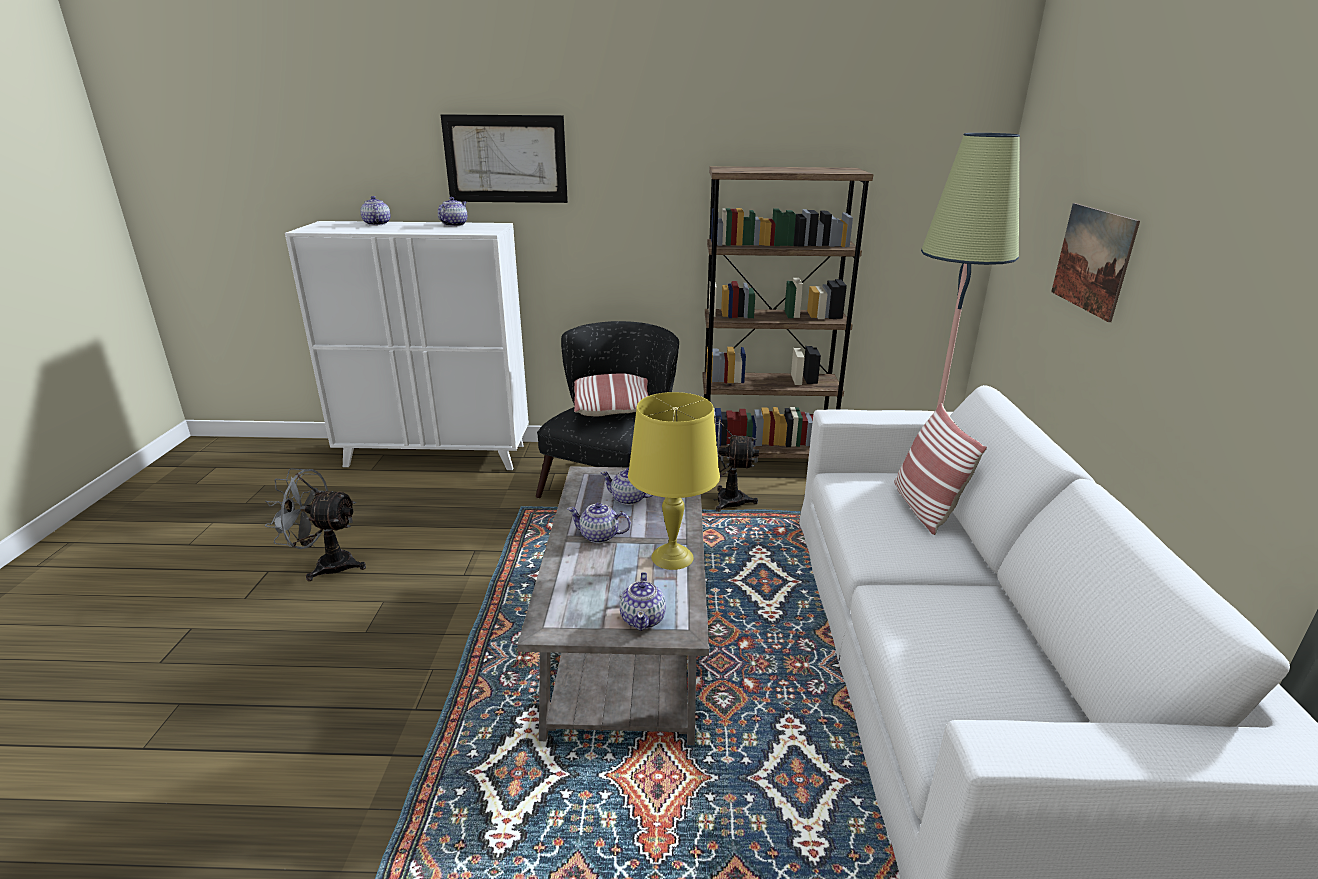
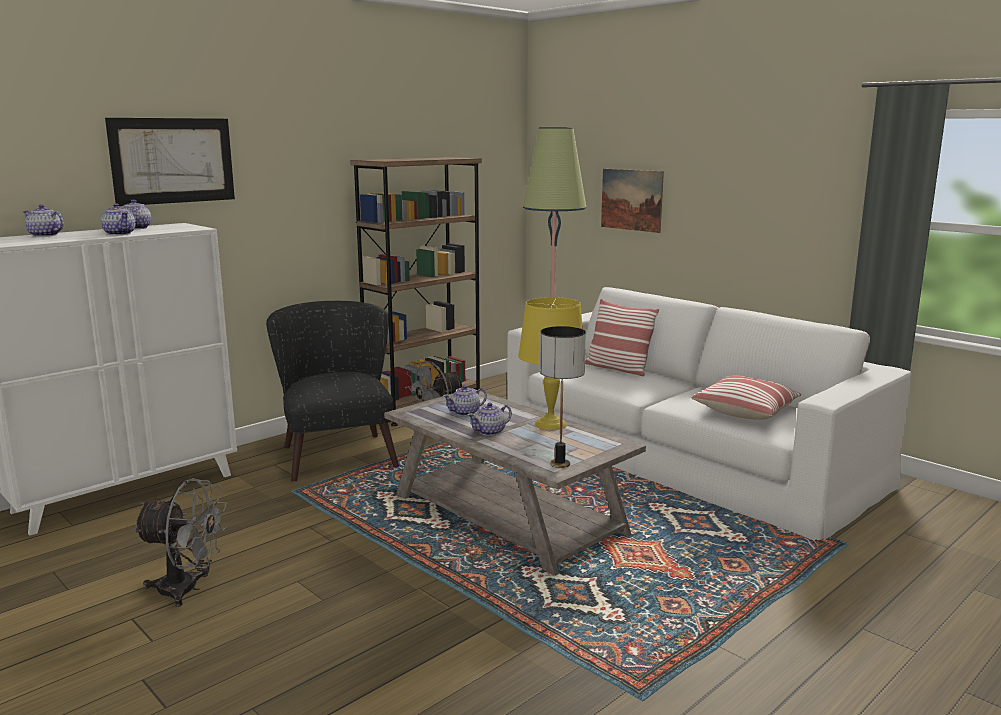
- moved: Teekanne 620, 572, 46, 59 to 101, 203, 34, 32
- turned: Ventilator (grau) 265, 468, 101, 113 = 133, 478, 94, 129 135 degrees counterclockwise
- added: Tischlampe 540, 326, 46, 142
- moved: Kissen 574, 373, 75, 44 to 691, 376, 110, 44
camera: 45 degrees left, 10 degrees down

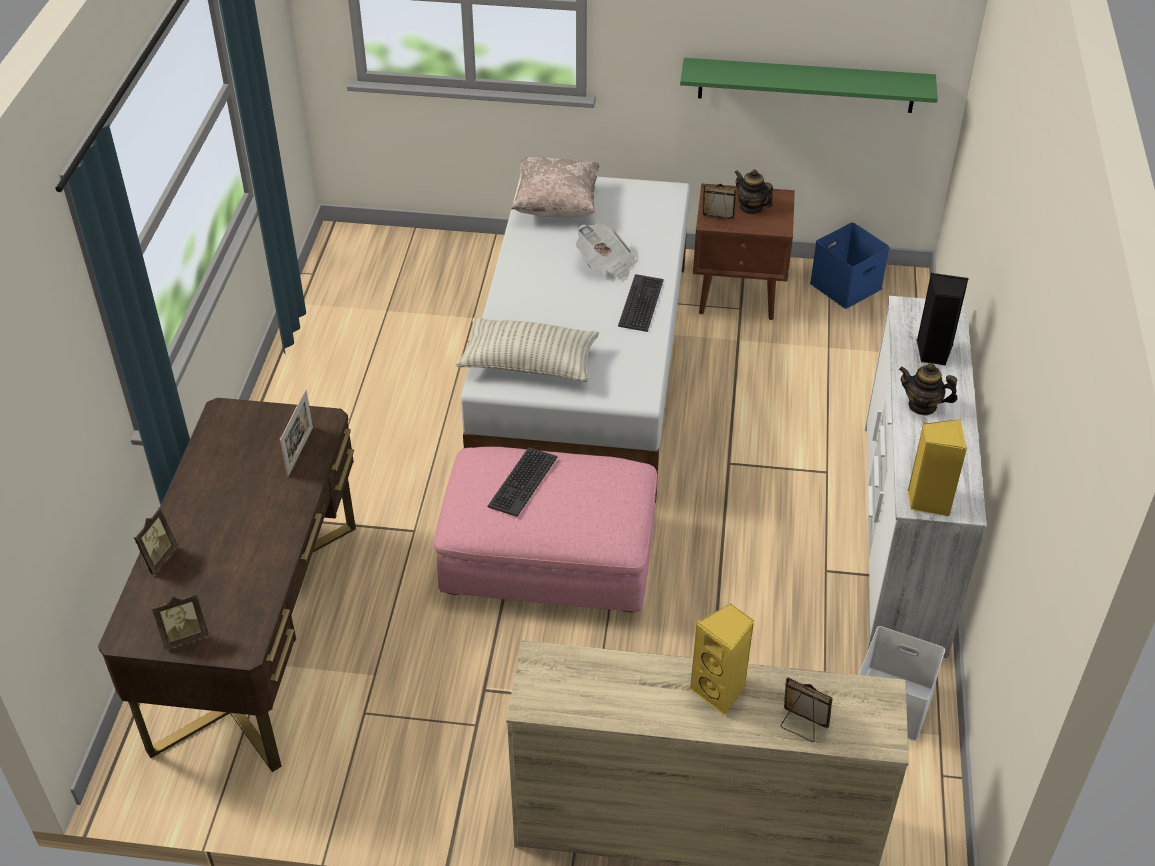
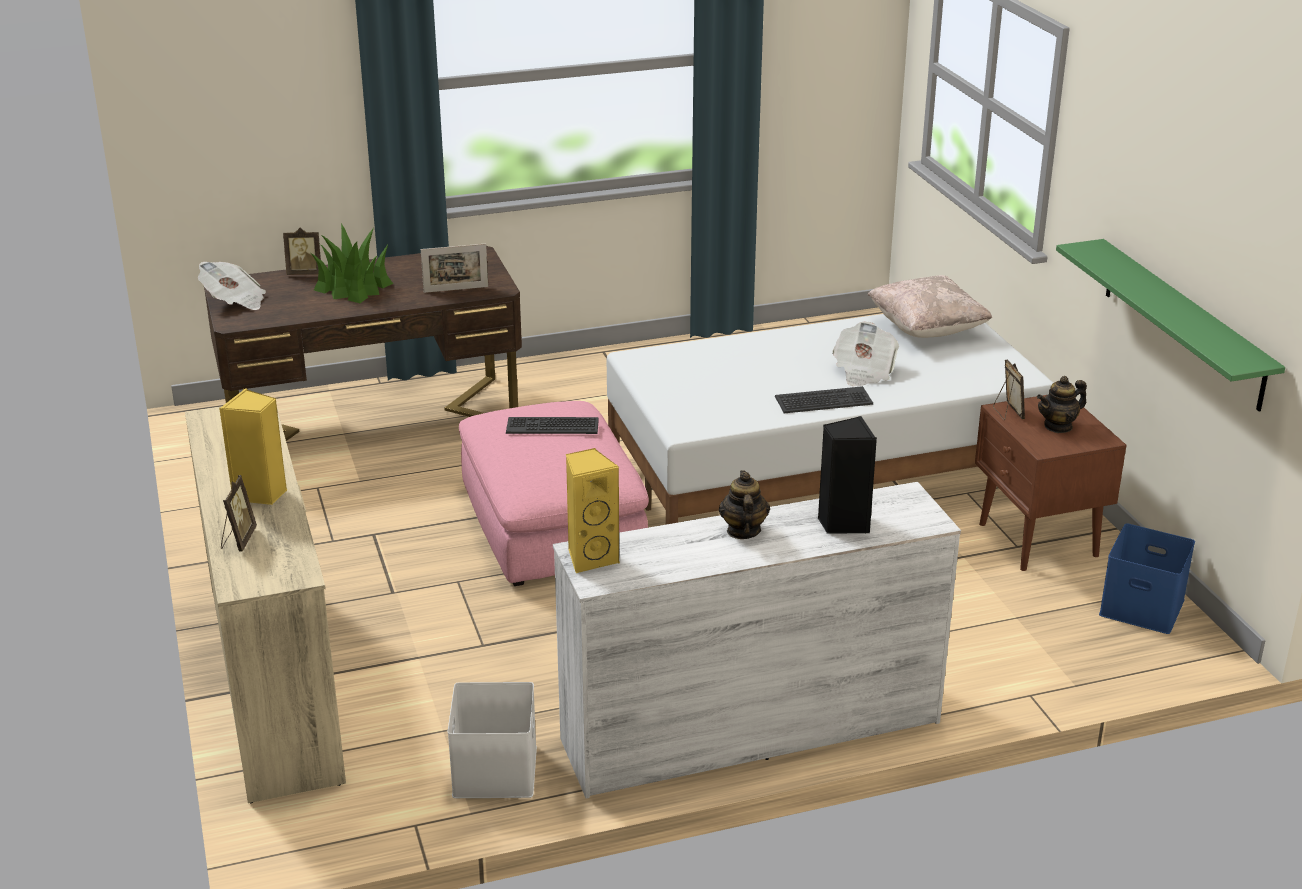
- replaced: Bilderrahmen 152, 593, 57, 56 to Zeitung 198, 262, 68, 48
- added: Topfpflanze 311, 223, 82, 80
- turned: Teekanne 735, 169, 38, 45 = 1037, 376, 50, 57 135 degrees counterclockwise
- removed: Kissen 456, 317, 143, 65
camera: 65 degrees right, 15 degrees down

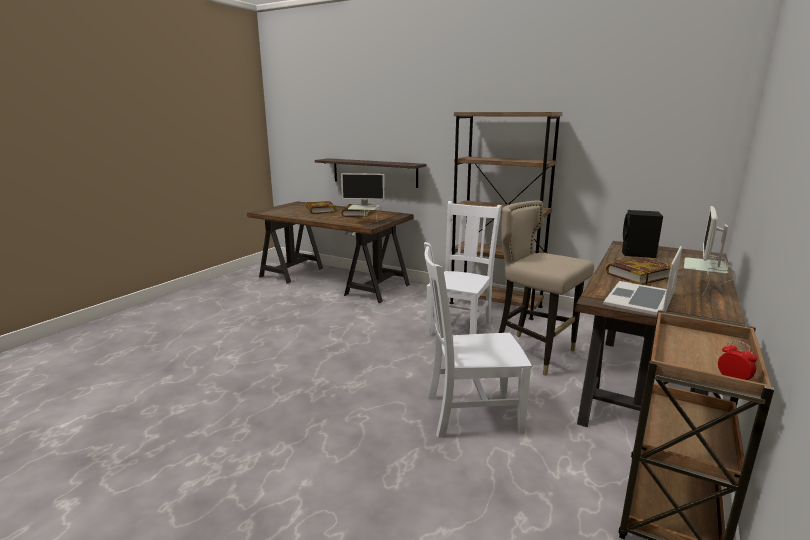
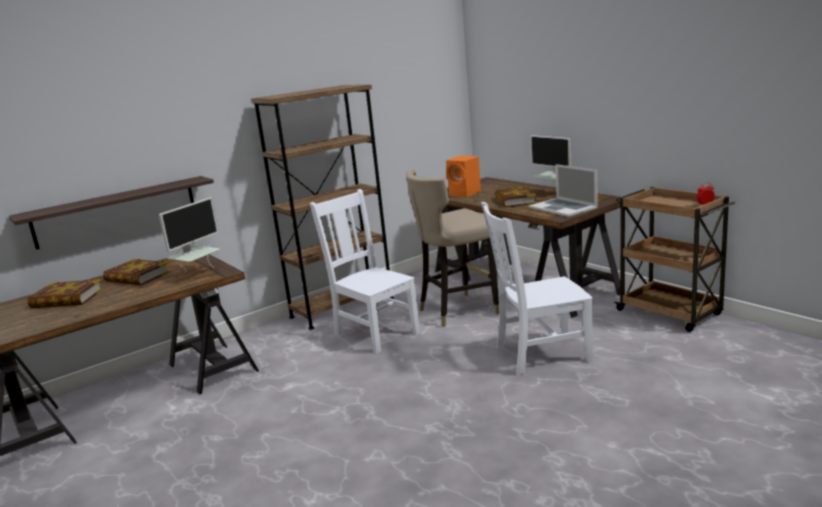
- recoloured: Lautsprecher (schwarz) 622, 210, 41, 48 to Lautsprecher (orange) 446, 156, 35, 41
- turned: Stuhl (weiß) 424, 242, 108, 196 = 481, 202, 112, 174 60 degrees clockwise
camera: 65 degrees left, 0 degrees up

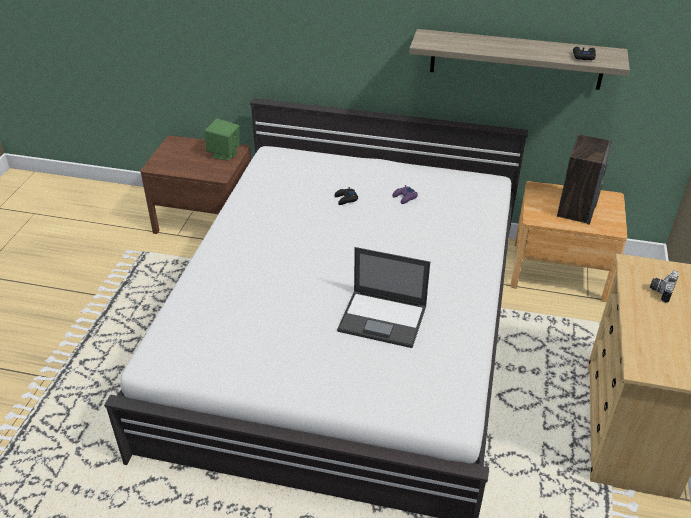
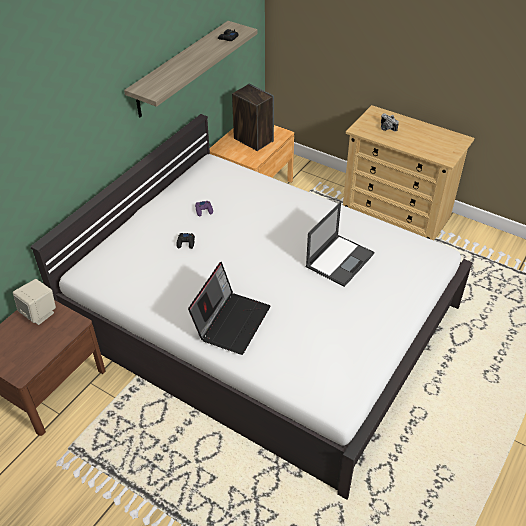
- recoloured: Lautsprecher (grün) 205, 118, 35, 43 to Lautsprecher (beige) 13, 279, 43, 46
- added: Laptop 188, 262, 83, 93
camera: 70 degrees left, 5 degrees up

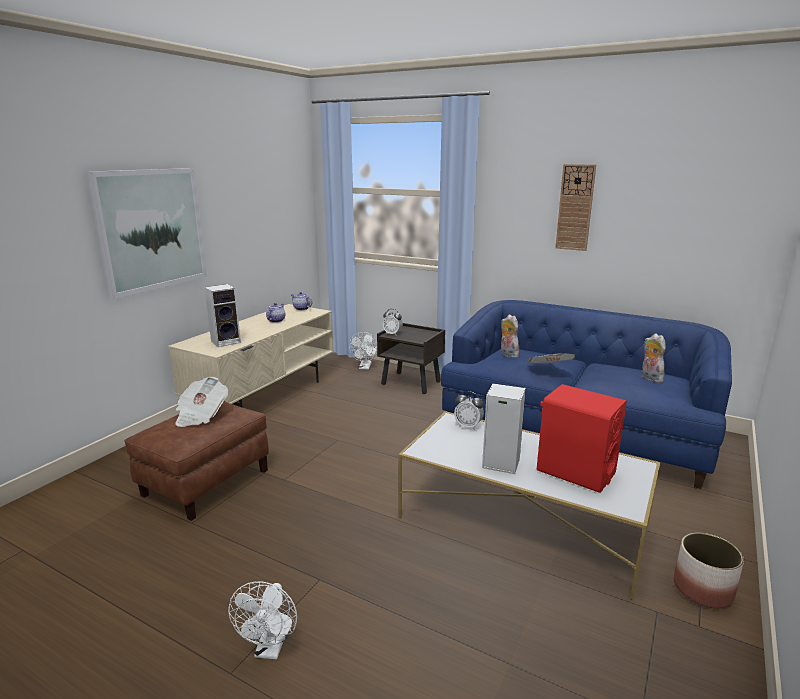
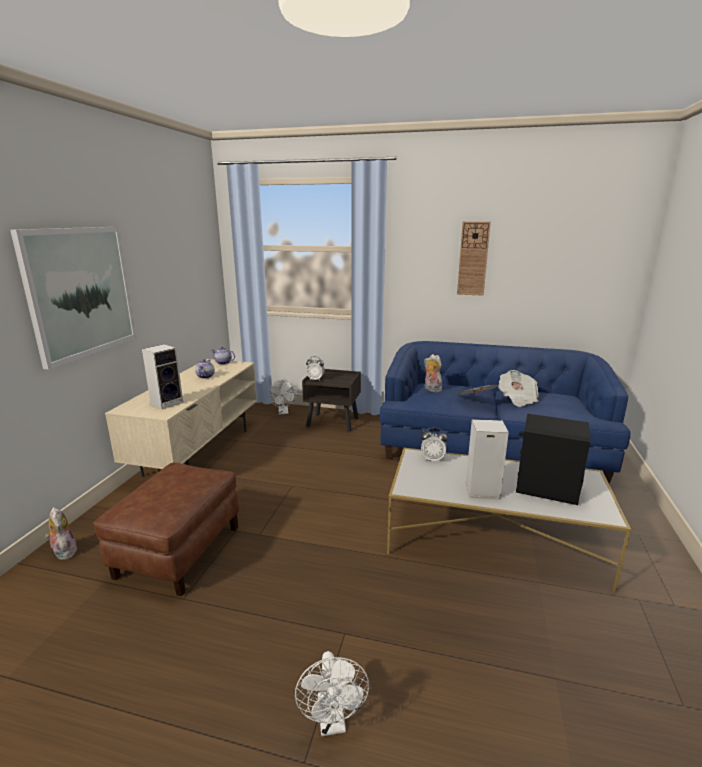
- moved: Plüschtier 642, 333, 24, 50 to 45, 507, 33, 53
- moved: Zeitung 175, 377, 53, 50 to 498, 370, 41, 37
- recoloured: Lautsprecher (rot) 537, 384, 90, 109 to Lautsprecher (schwarz) 516, 413, 75, 92
- removed: Pflanzkübel 674, 533, 70, 75
camera: 15 degrees left, 0 degrees up

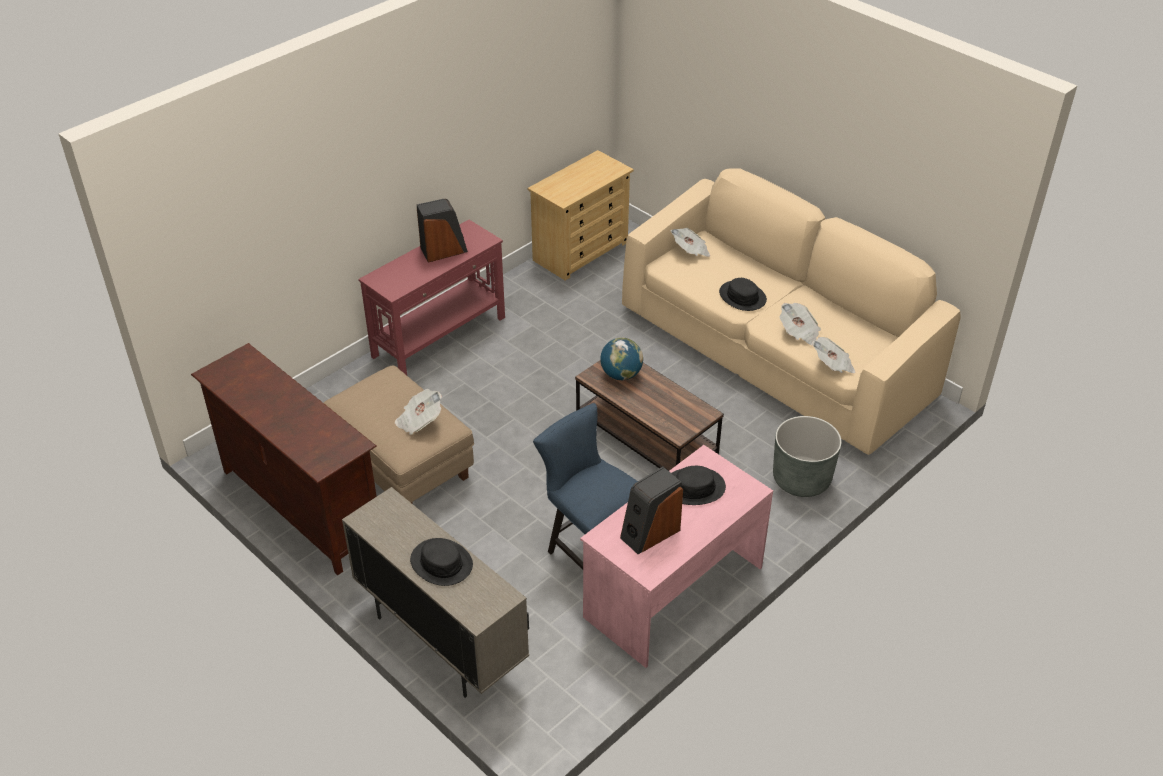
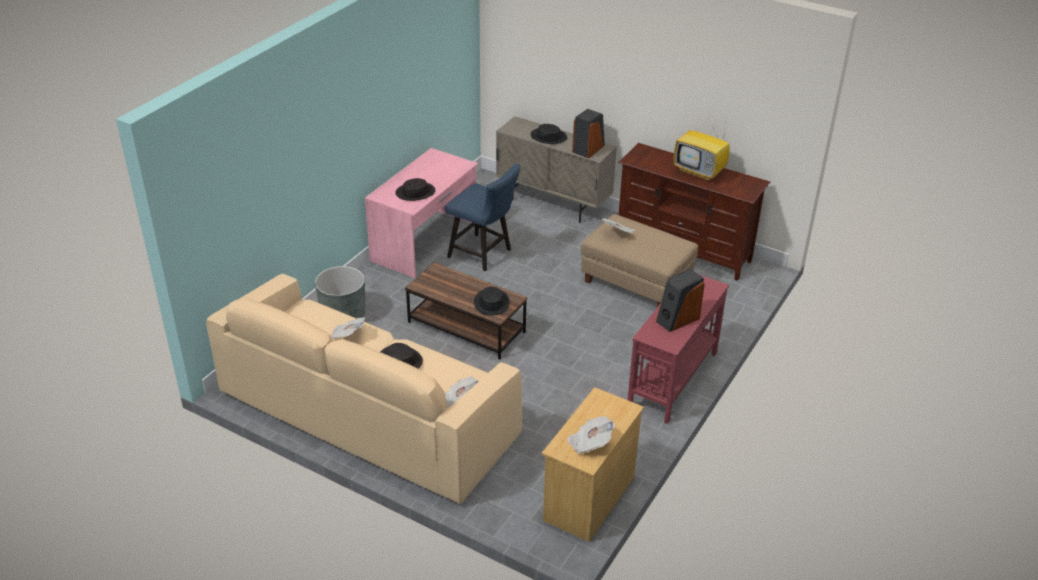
- replaced: Globus 600, 338, 43, 42 to Hut (schwarz) 474, 287, 36, 29
- moved: Zeitung 812, 337, 44, 36 to 567, 416, 48, 38
- moved: Lautsprecher 620, 467, 63, 87 to 572, 109, 33, 49
- added: Fernseher 674, 117, 56, 65
camera: 165 degrees right, 5 degrees down

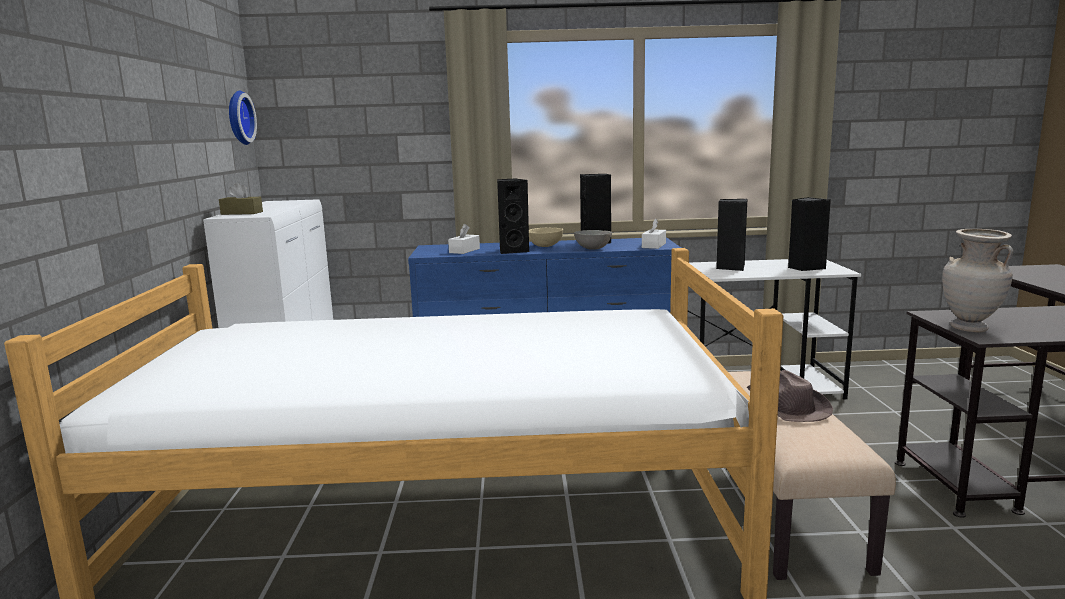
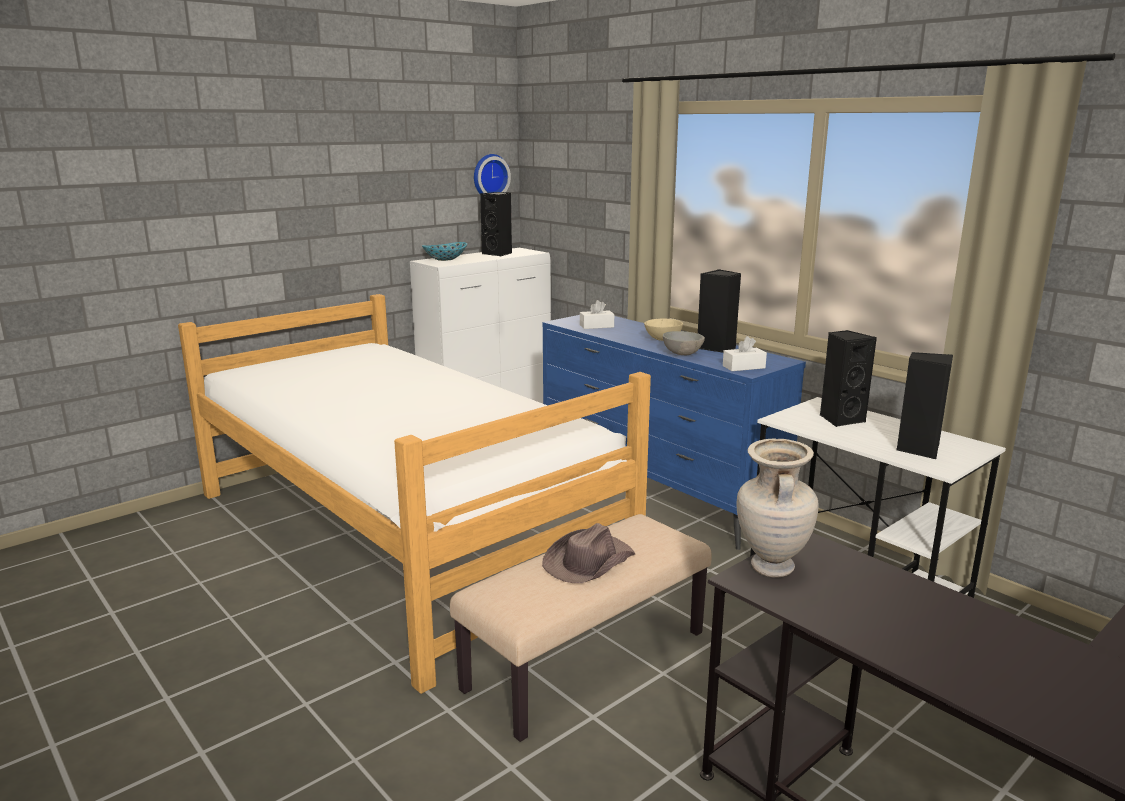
- replaced: Taschentuchbox (braun) 219, 183, 44, 32 to Schüssel 422, 242, 45, 19
- moved: Lautsprecher (schwarz) 497, 178, 32, 76 to 480, 192, 32, 64
camera: 50 degrees right, 5 degrees up

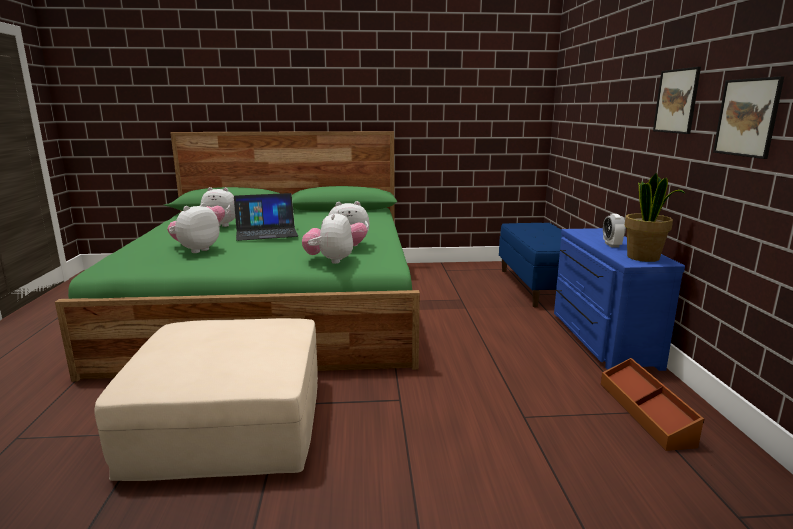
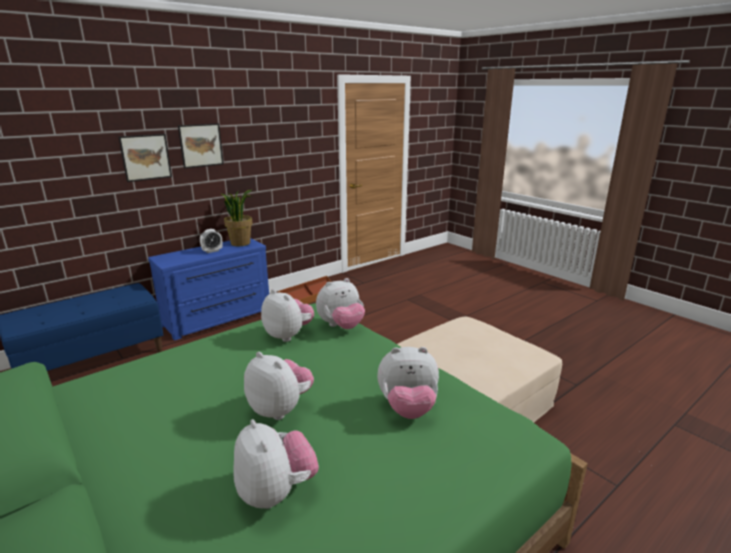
- moved: Bild 713, 76, 71, 83 to 119, 134, 53, 48
- replaced: Laptop 234, 193, 64, 48 to Plüschtier 244, 352, 70, 68
camera: 125 degrees left, 5 degrees up

